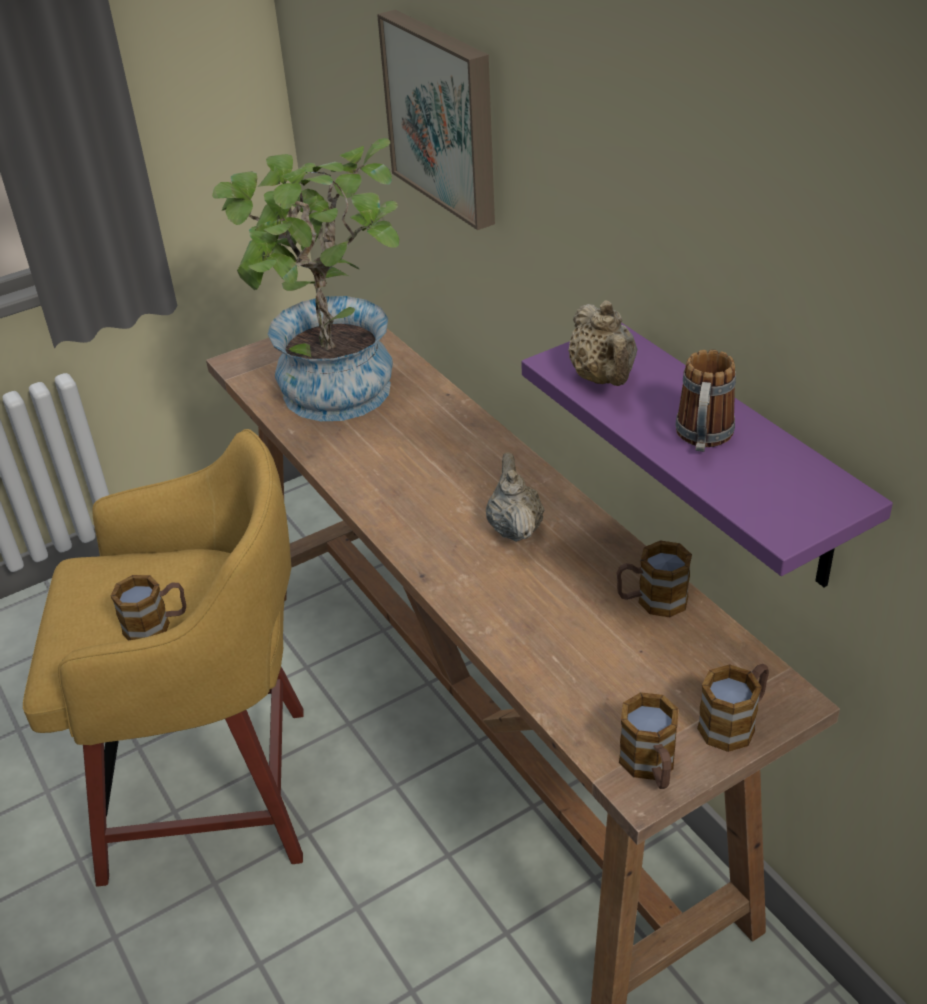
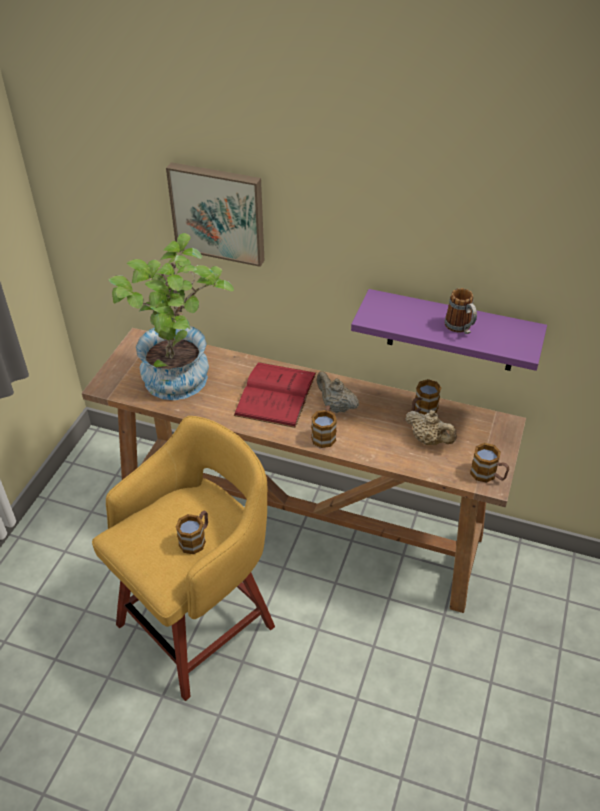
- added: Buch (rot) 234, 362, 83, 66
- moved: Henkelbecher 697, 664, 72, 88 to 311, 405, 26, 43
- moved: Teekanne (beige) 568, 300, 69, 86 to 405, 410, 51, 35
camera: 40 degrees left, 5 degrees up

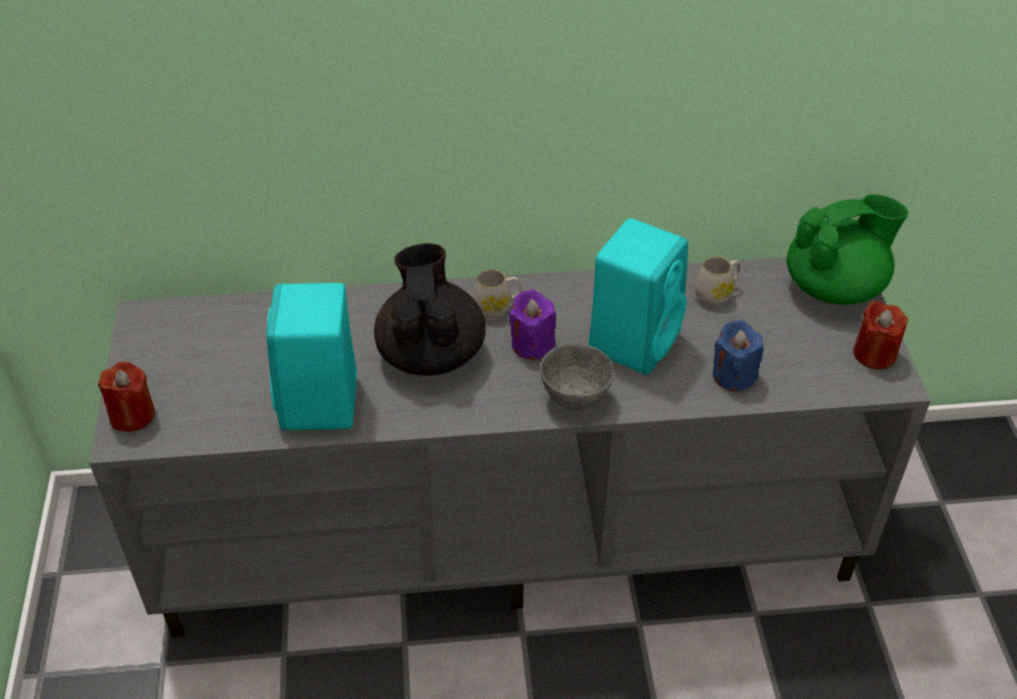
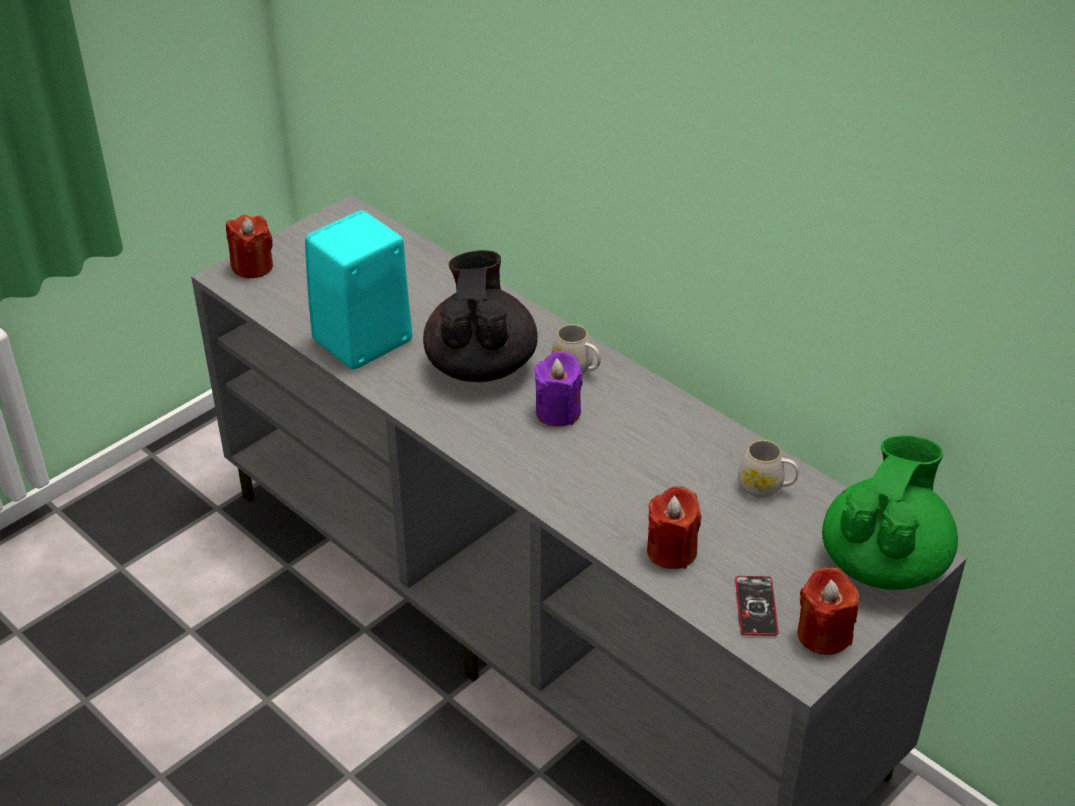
- turned: Teekanne (schwarz) 374, 243, 112, 133 = 423, 250, 115, 132 45 degrees counterclockwise
- recoloured: Kerze (blau) 713, 320, 51, 72 to Kerze (rot) 647, 486, 54, 83
- added: Handy 735, 576, 44, 60
- turned: Teekanne (grün) 787, 194, 121, 111 = 822, 435, 136, 155 90 degrees counterclockwise
- removed: Schüssel (grau) 540, 344, 74, 66
- removed: Lautsprecher (türkis) 588, 218, 100, 157
camera: 50 degrees right, 5 degrees down

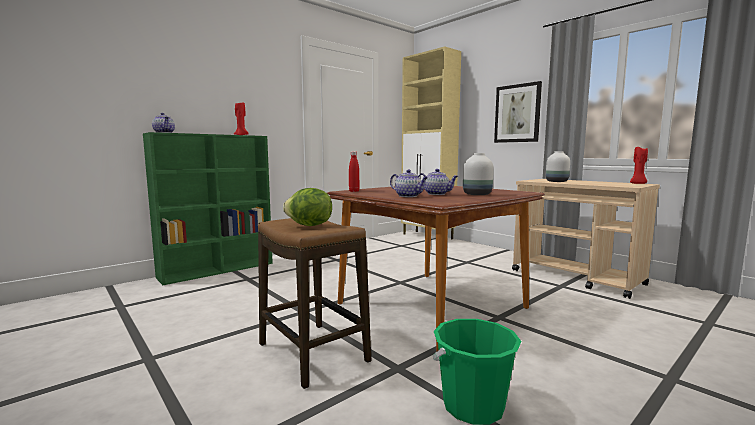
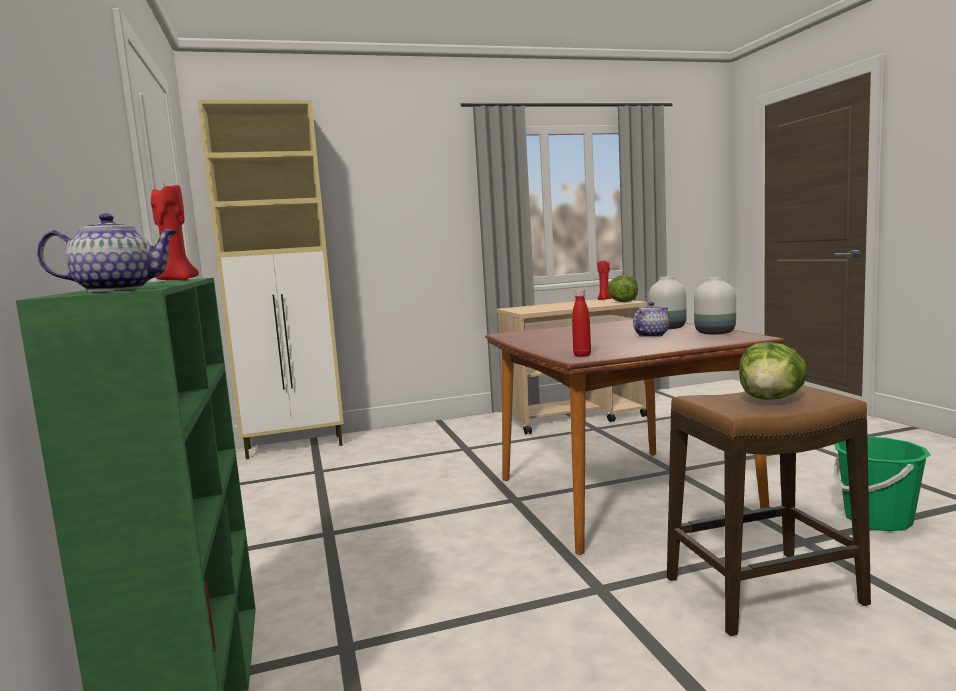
- added: Salatkopf 608, 275, 30, 27
- moved: Vase (weiß) 546, 151, 24, 31 to 694, 277, 42, 57
- removed: Teekanne 390, 170, 38, 27
- removed: Bild 494, 81, 48, 62
camera: 65 degrees left, 0 degrees up

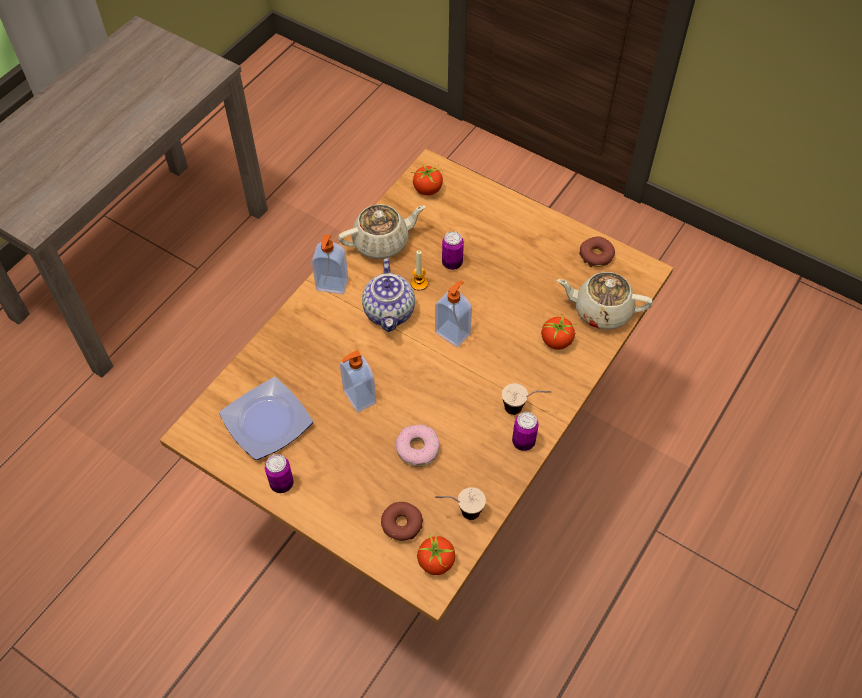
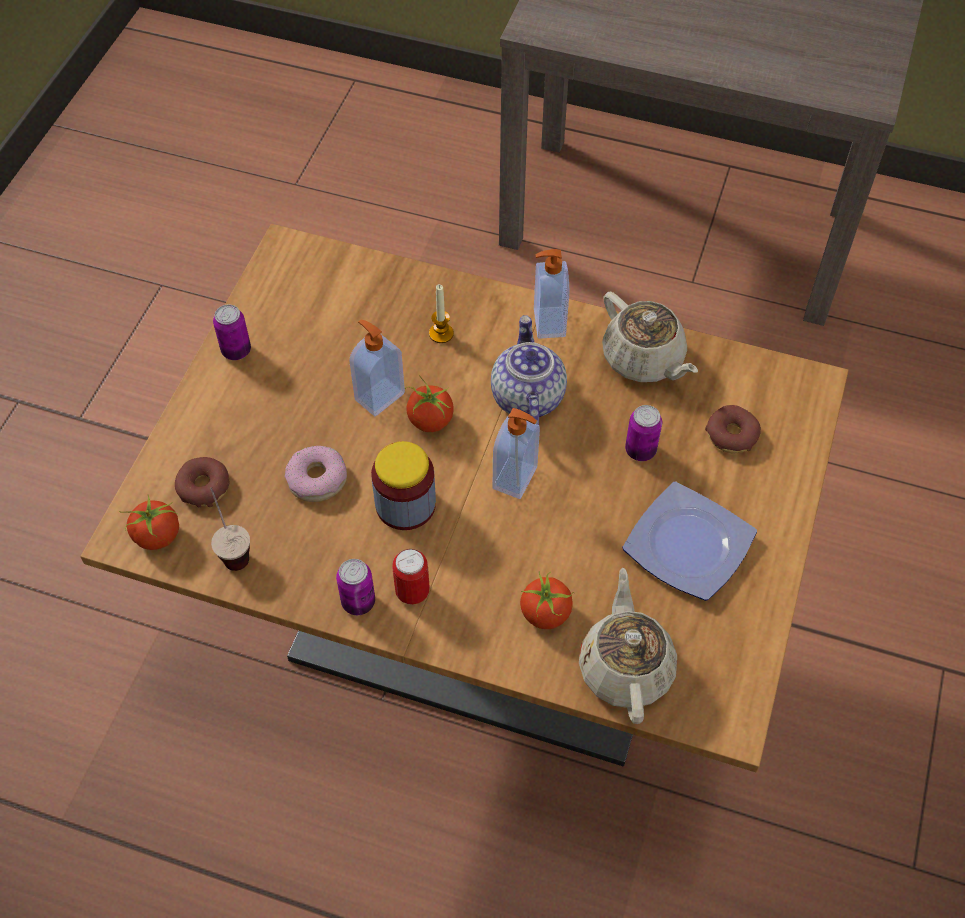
- added: Vorratsglas 371, 441, 65, 89
- replaced: Tasse 502, 383, 49, 32 to Dose 392, 549, 38, 55
- moved: Tomate 411, 163, 32, 32 to 405, 375, 49, 57
- moved: Kerze 411, 250, 17, 41 to 429, 284, 25, 59
- turned: Teekanne 362, 258, 53, 74 = 491, 315, 76, 110 105 degrees clockwise
- moved: Teller 219, 377, 94, 83 to 622, 482, 135, 119
- moved: Donut 579, 236, 36, 31 to 705, 405, 56, 48
camera: 75 degrees right, 0 degrees up

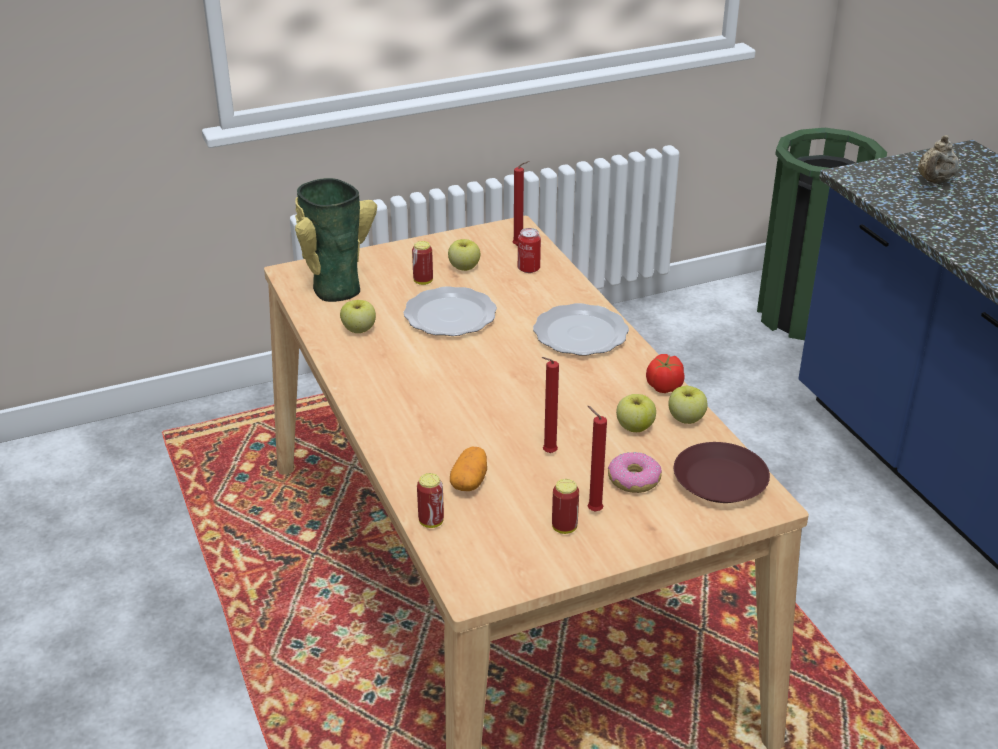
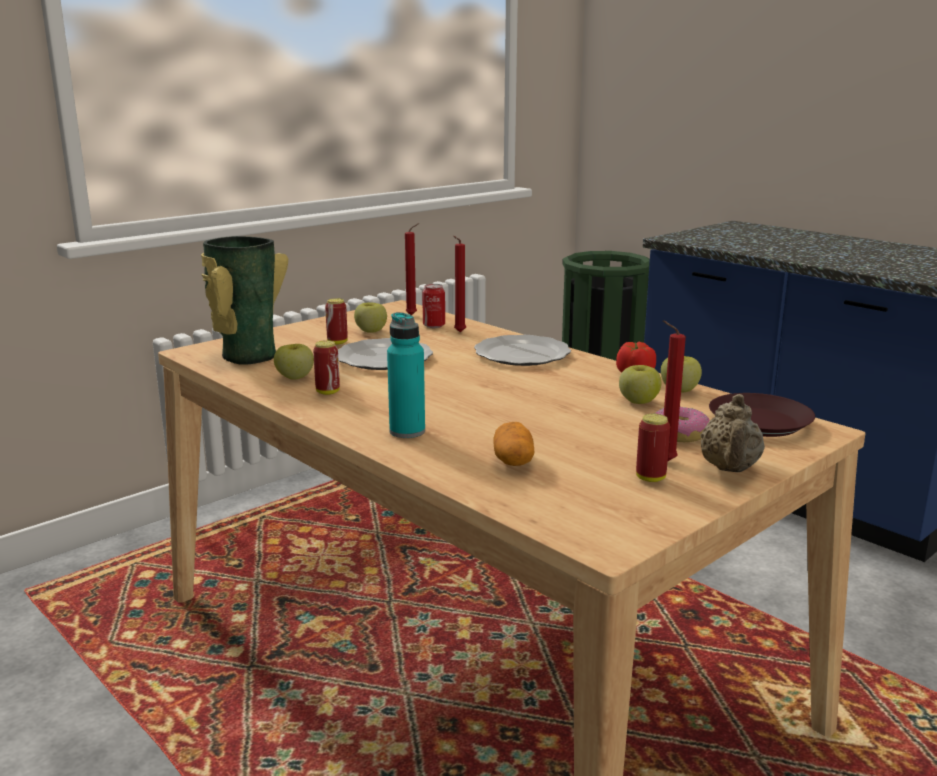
- moved: Dose 417, 473, 27, 55 to 313, 340, 27, 55
- added: Flasche (türkis) 387, 312, 38, 126
- moved: Kerze (rot) 542, 357, 17, 96 to 453, 236, 13, 96
- moved: Teekanne (beige) 918, 135, 41, 49 to 700, 394, 65, 78
camera: 20 degrees left, 15 degrees down

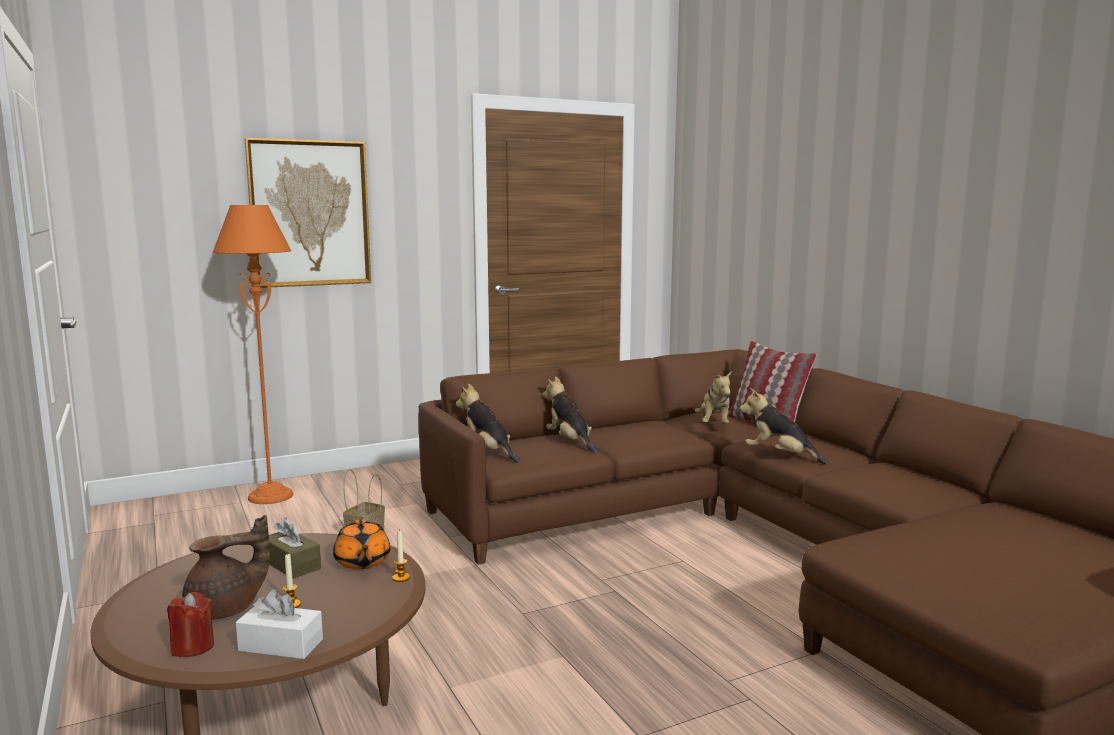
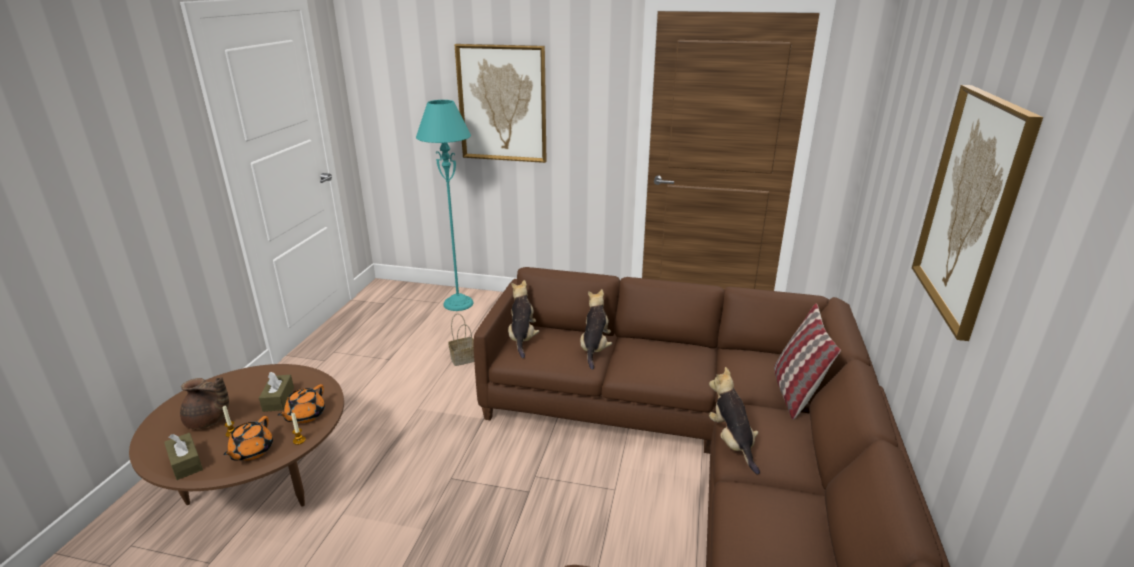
- recoloured: Taschentuchbox (weiß) 236, 589, 87, 70 to Taschentuchbox (braun) 164, 433, 39, 47
- added: Teekanne (orange) 223, 416, 50, 45
- recoloured: Stehlampe (orange) 213, 205, 81, 299 to Stehlampe (türkis) 416, 100, 57, 211
- added: Bild 912, 85, 131, 256
- removed: Kerze (rot) 167, 592, 47, 65
- removed: Plüschtier 695, 371, 37, 53
camera: 40 degrees right, 15 degrees up

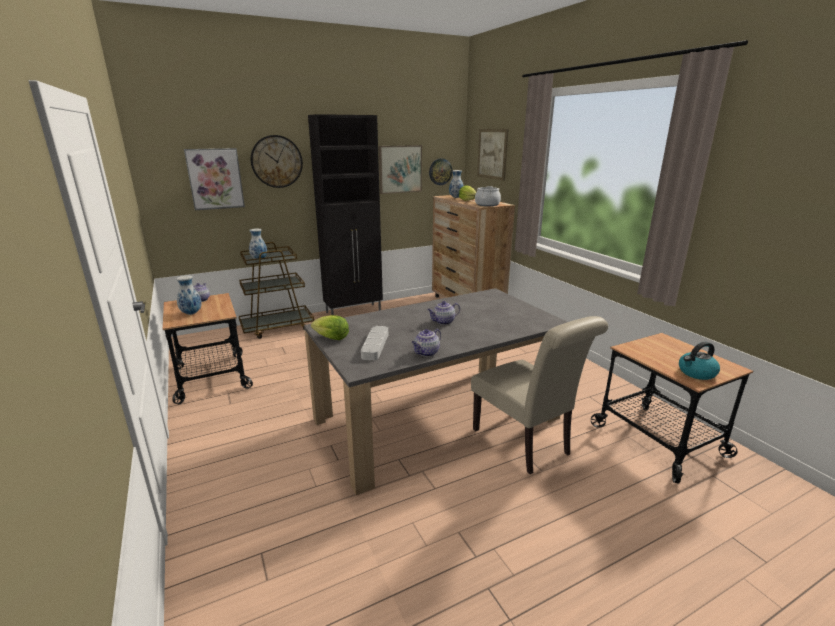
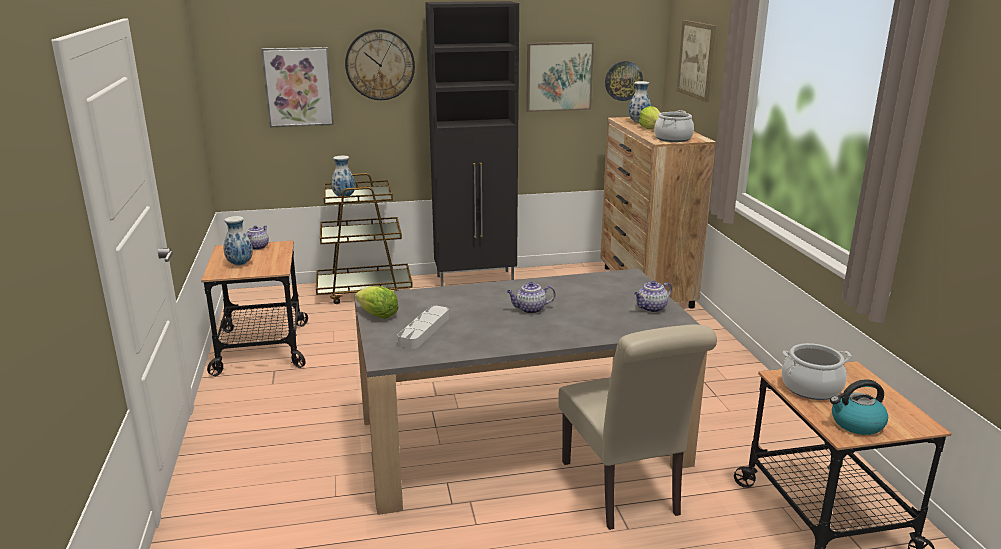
- moved: Teekanne 412, 329, 29, 28 to 634, 281, 38, 32
- added: Kochtopf 782, 343, 70, 57
camera: 15 degrees right, 0 degrees up

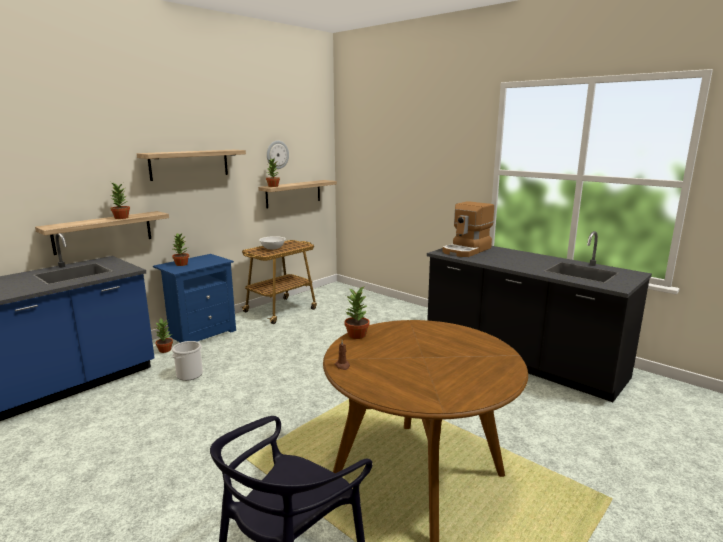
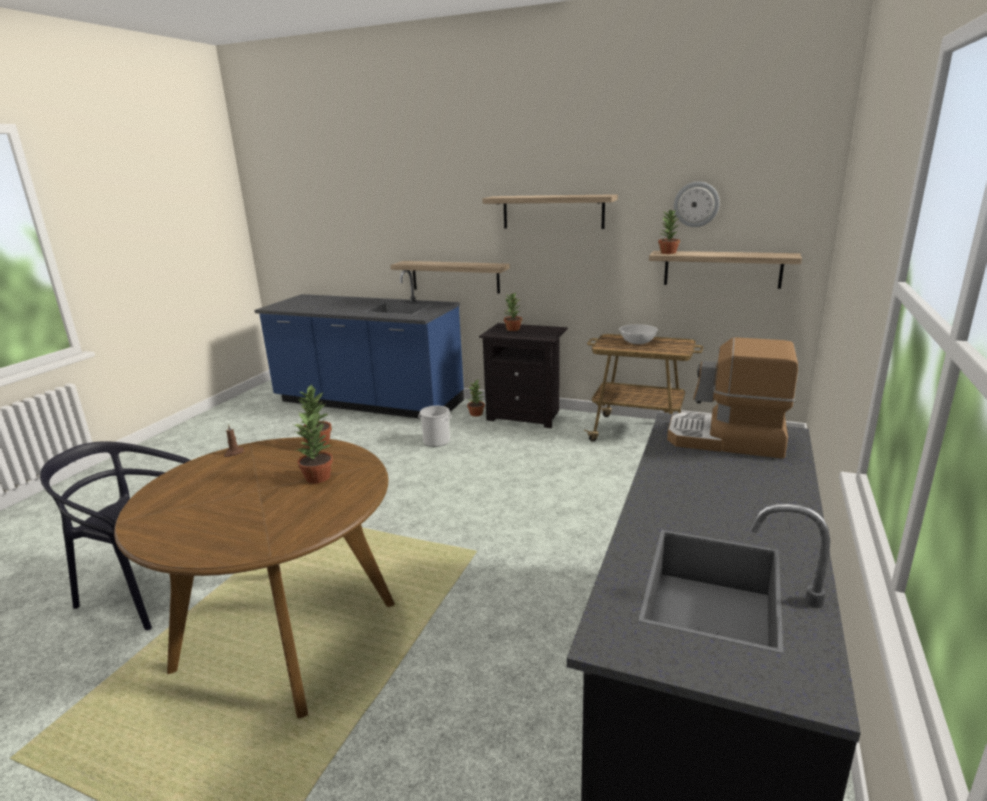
- moved: Topfpflanze 110, 183, 20, 36 to 295, 412, 38, 72
- recoloured: Nachttisch (blau) 153, 254, 83, 89 to Nachttisch (schwarz) 479, 323, 89, 105
camera: 70 degrees right, 5 degrees up

